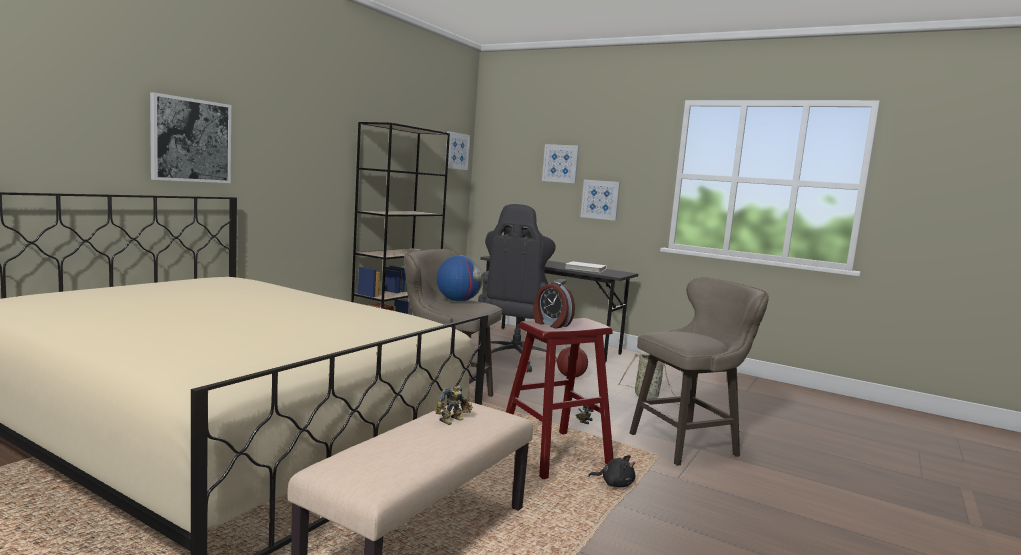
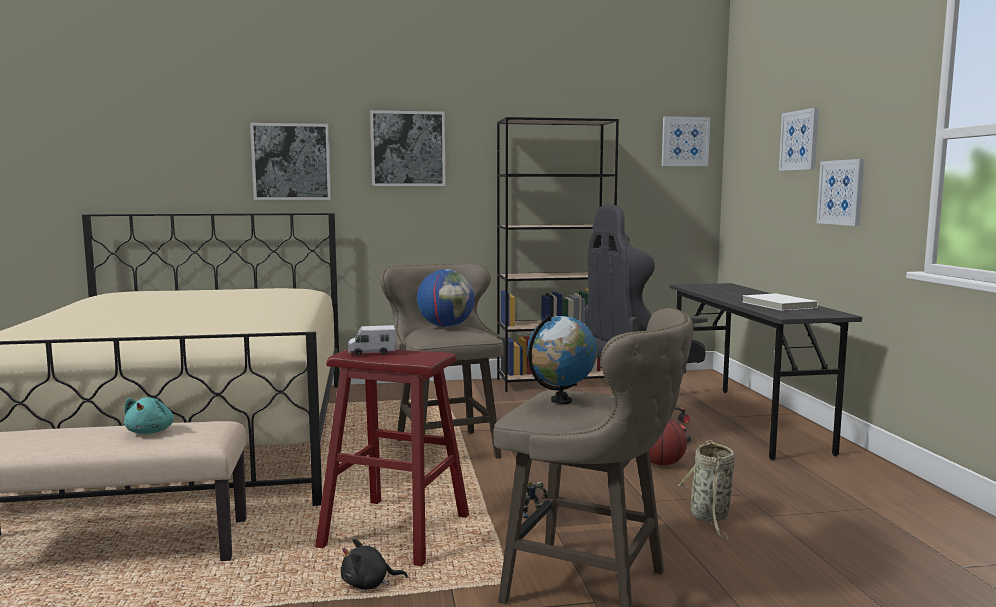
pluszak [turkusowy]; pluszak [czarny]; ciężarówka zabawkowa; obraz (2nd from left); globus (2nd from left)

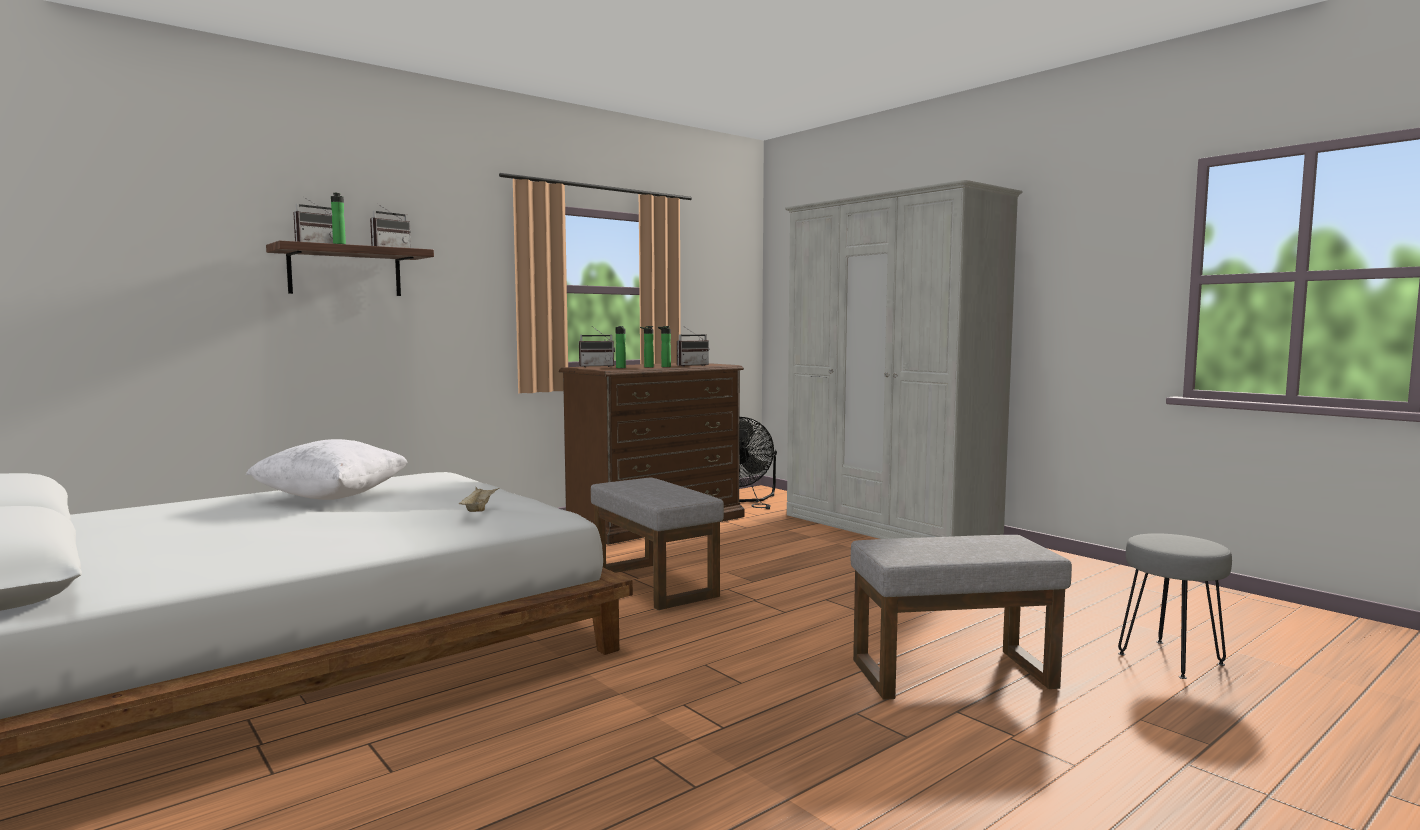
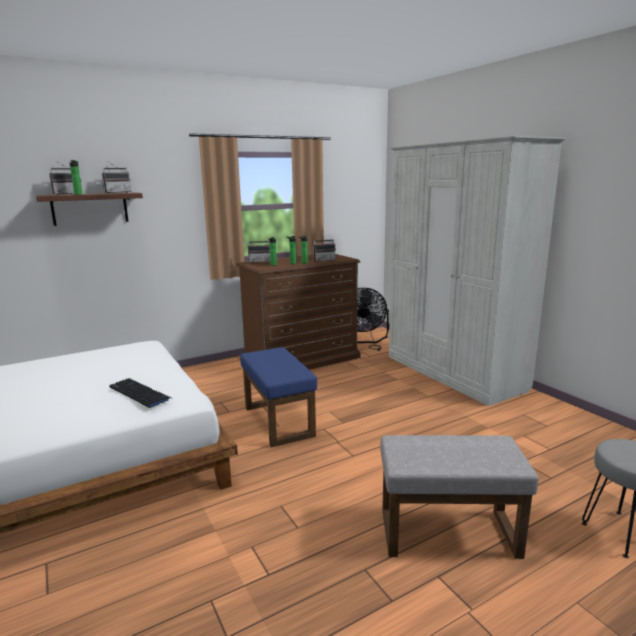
klawiatura; pufa [niebieski]; poduszka [biały]

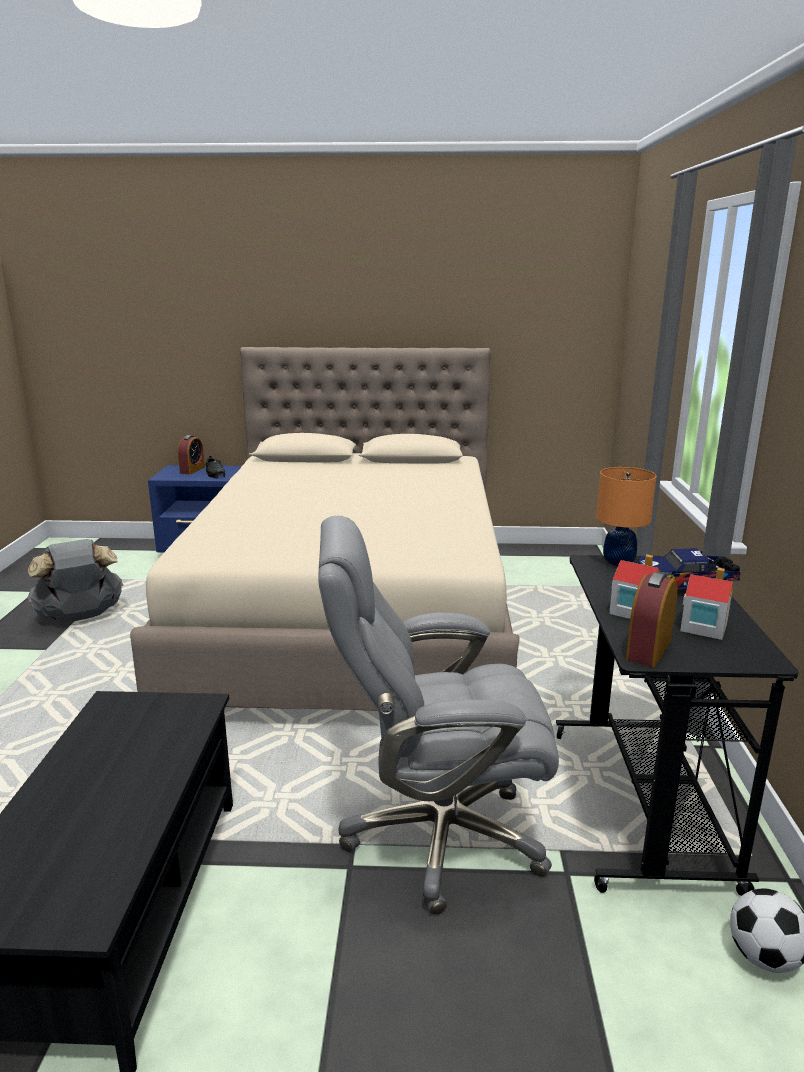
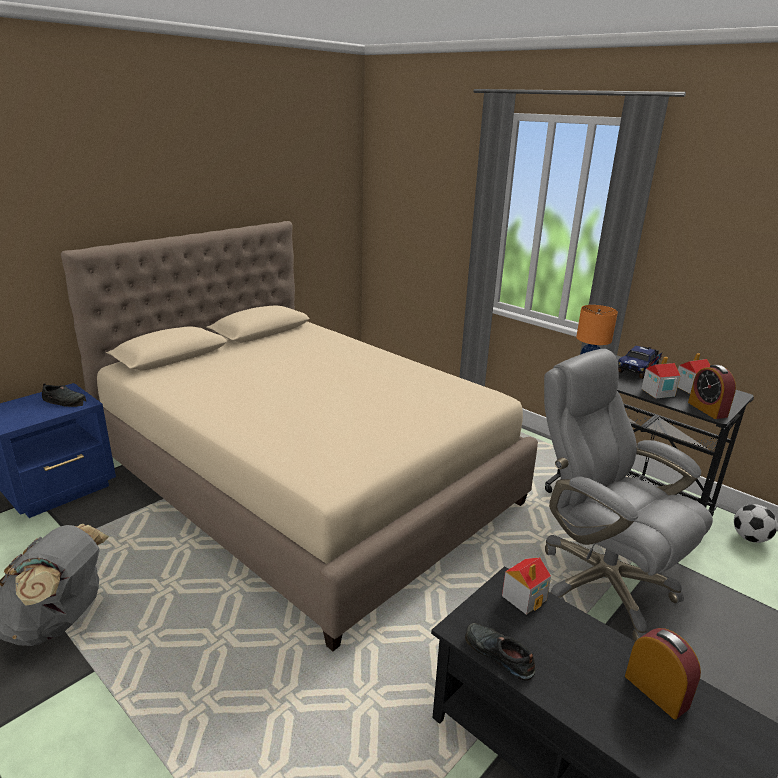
but [czarny] (2nd from left); domek (1st from left); krzesło biurowe [szary]; budzik (1st from left)

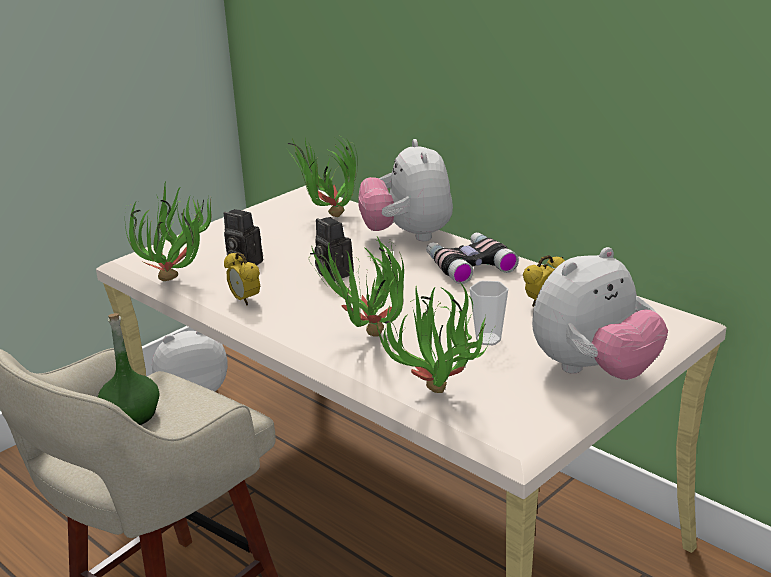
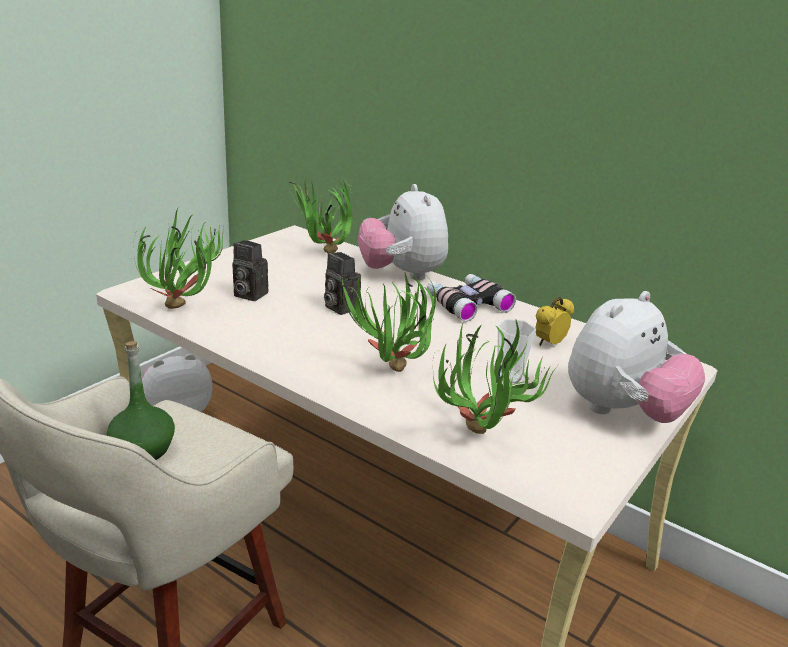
budzik (1st from left in the first image)

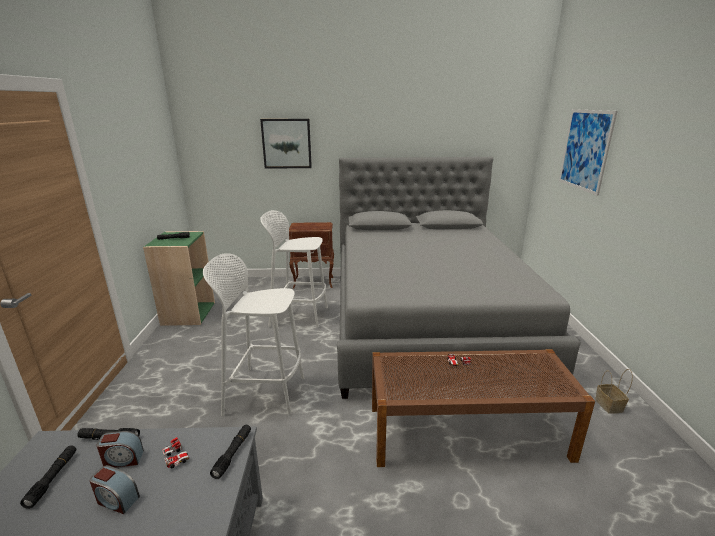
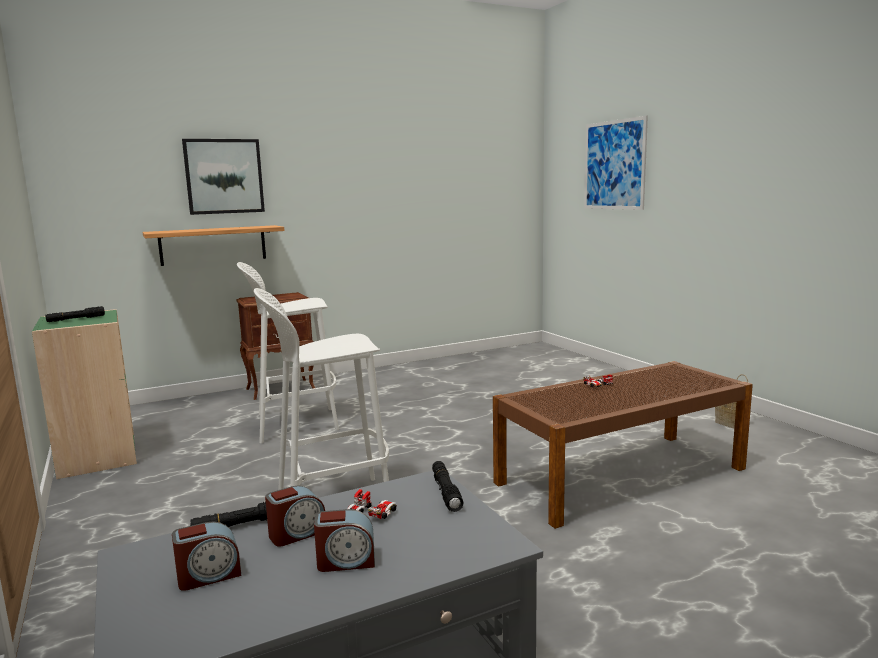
półka; budzik (1st from left); łóżko [szary]

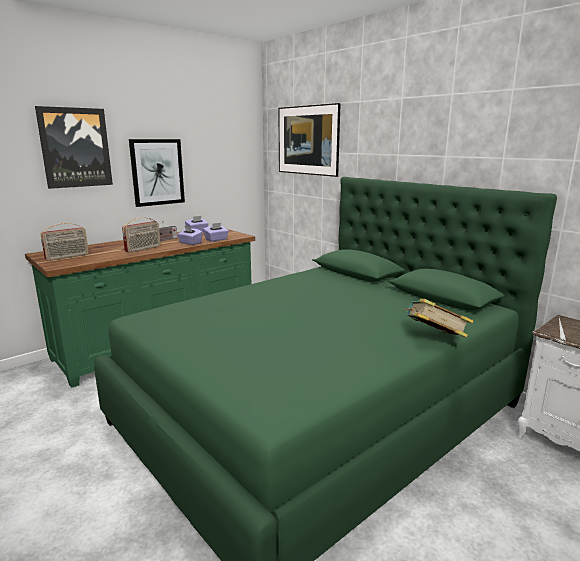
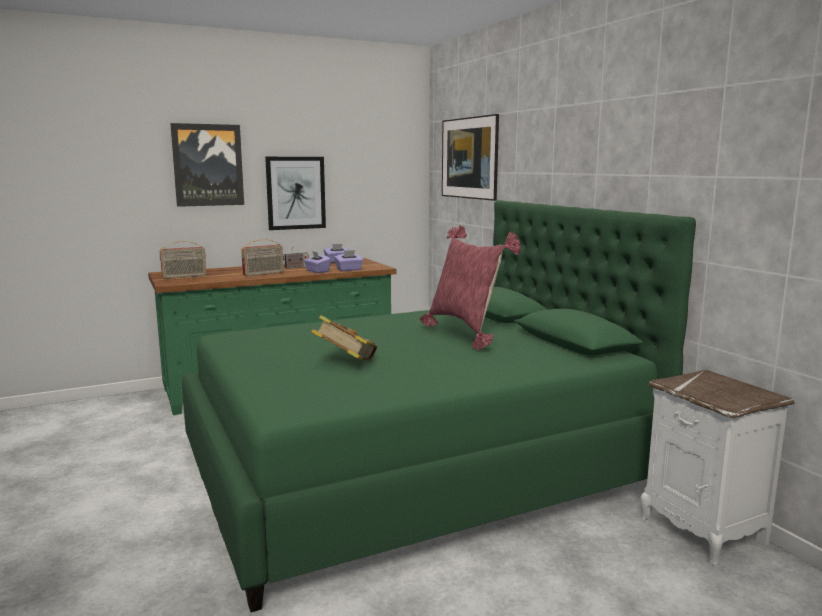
książka; poduszka [czerwony]

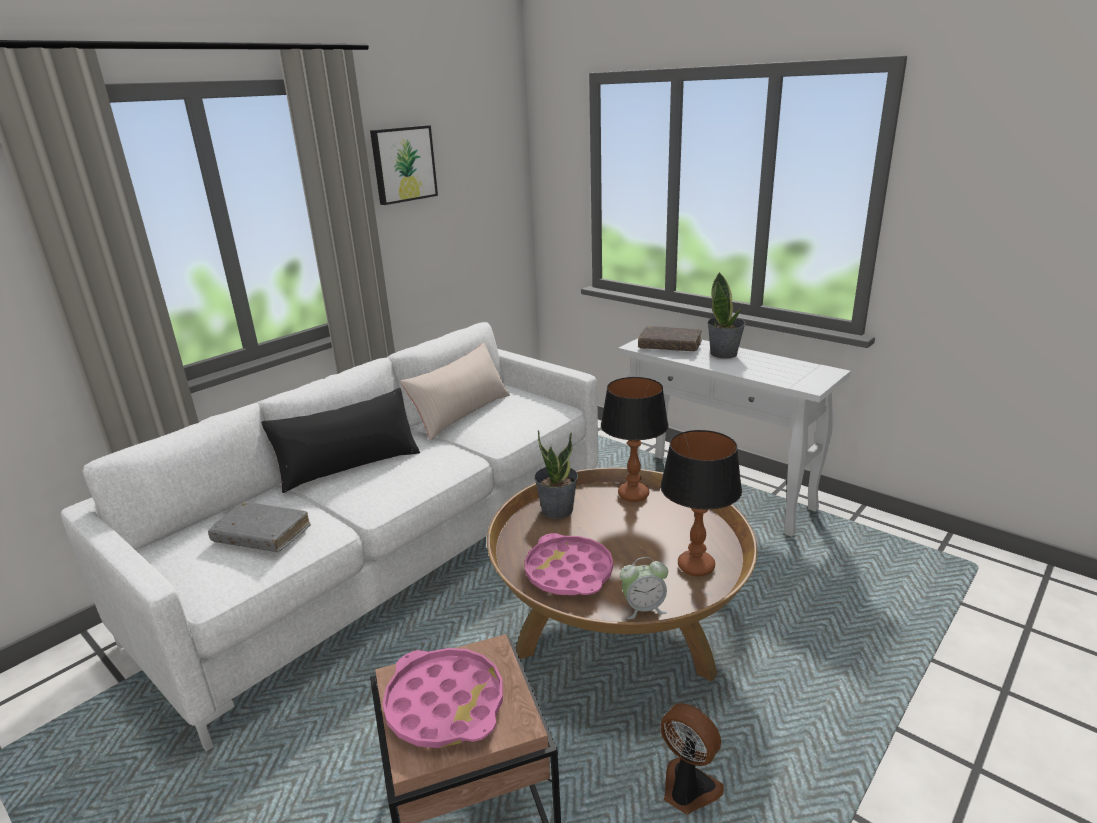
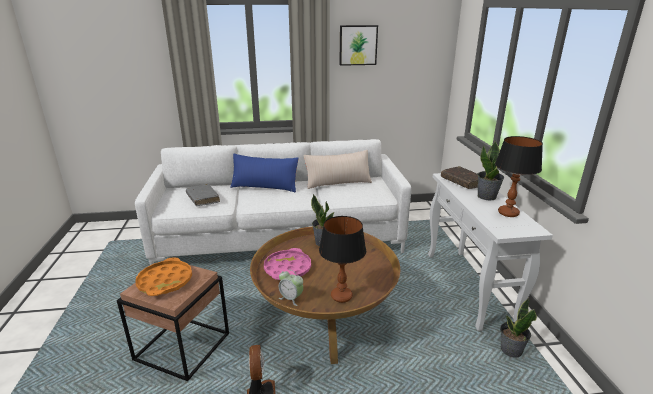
taca [pomarańczowy]; poduszka [niebieski]; lampa stołowa (2nd from left); roślina doniczkowa (3rd from left)

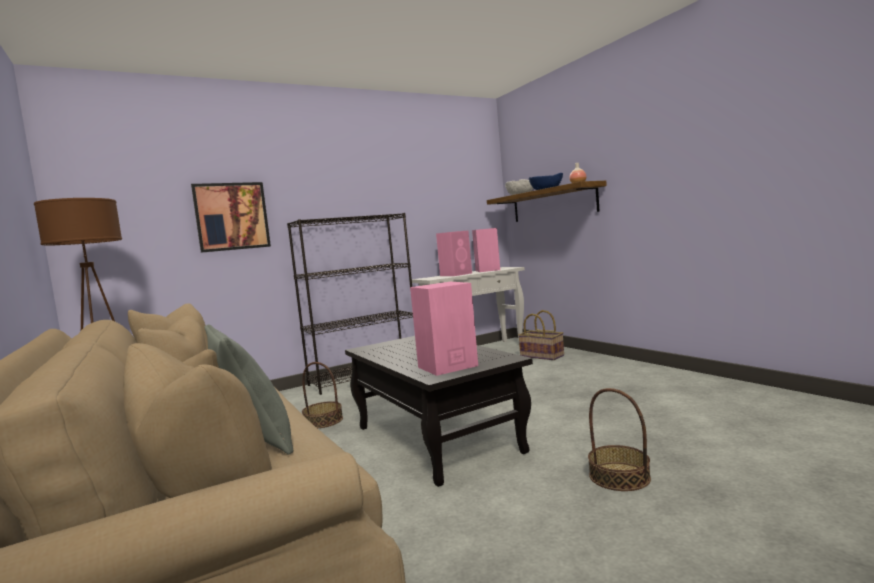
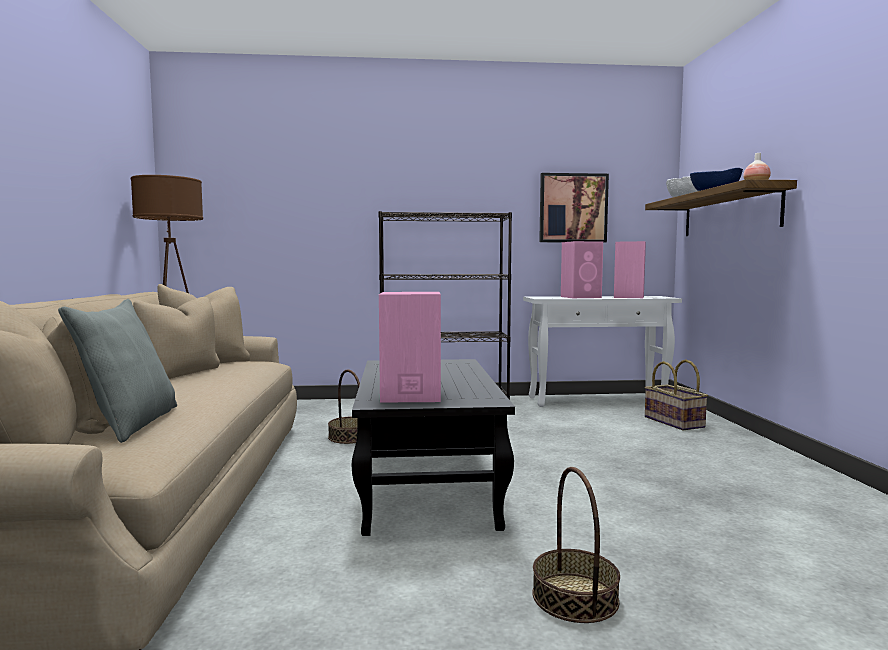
obraz

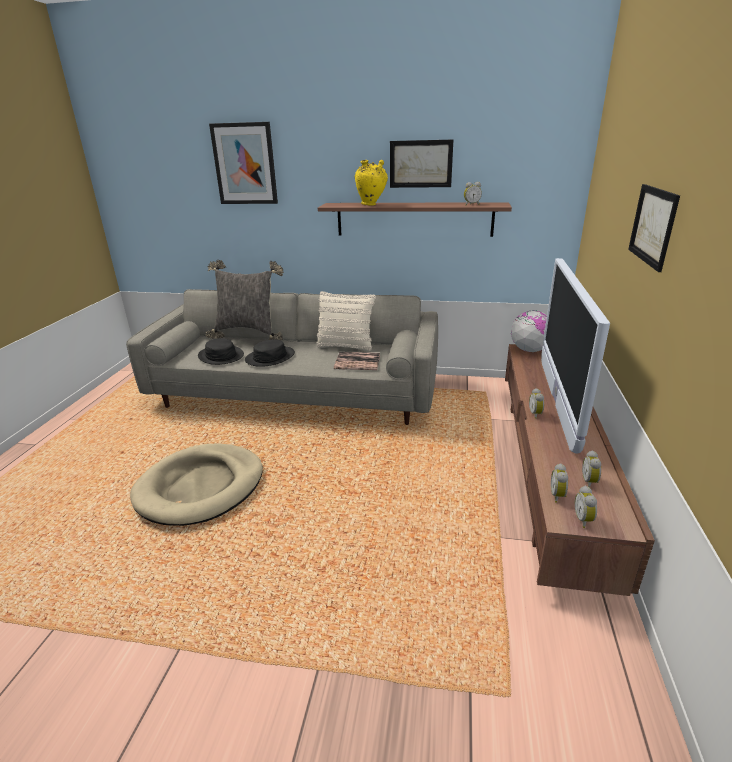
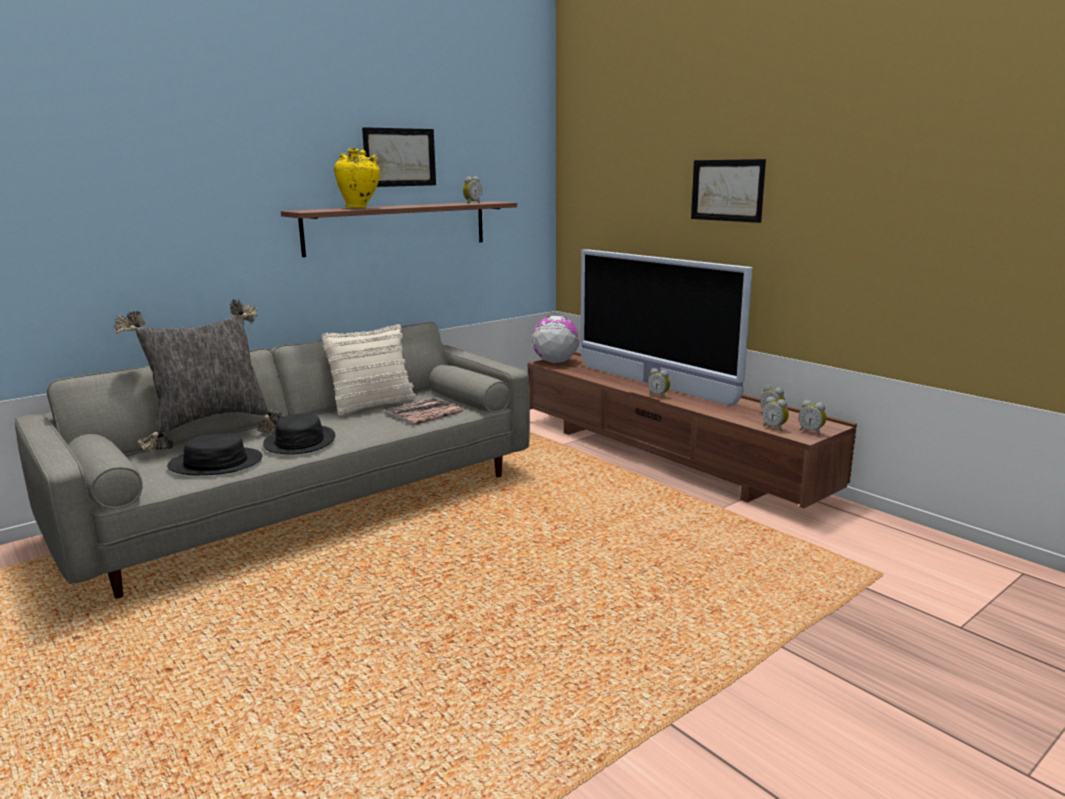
legowisko [beżowy]; obraz (1st from left in the first image)

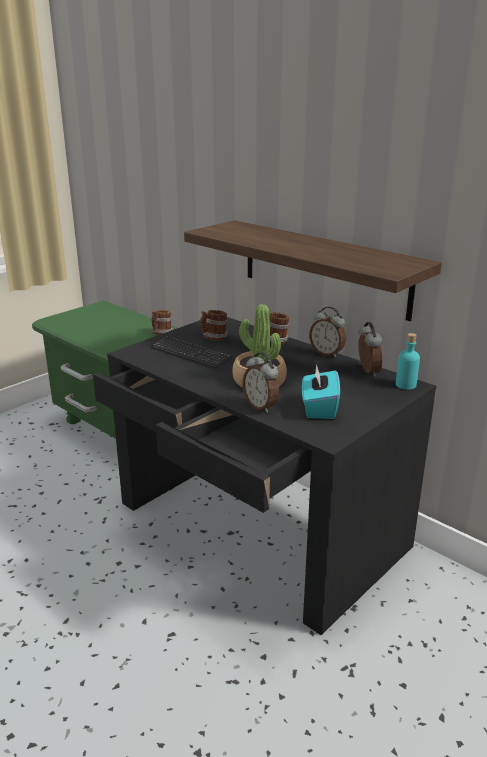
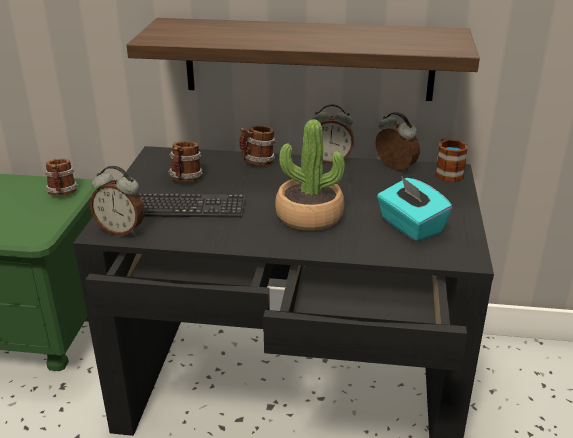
budzik (1st from left); kubek (4th from left)

